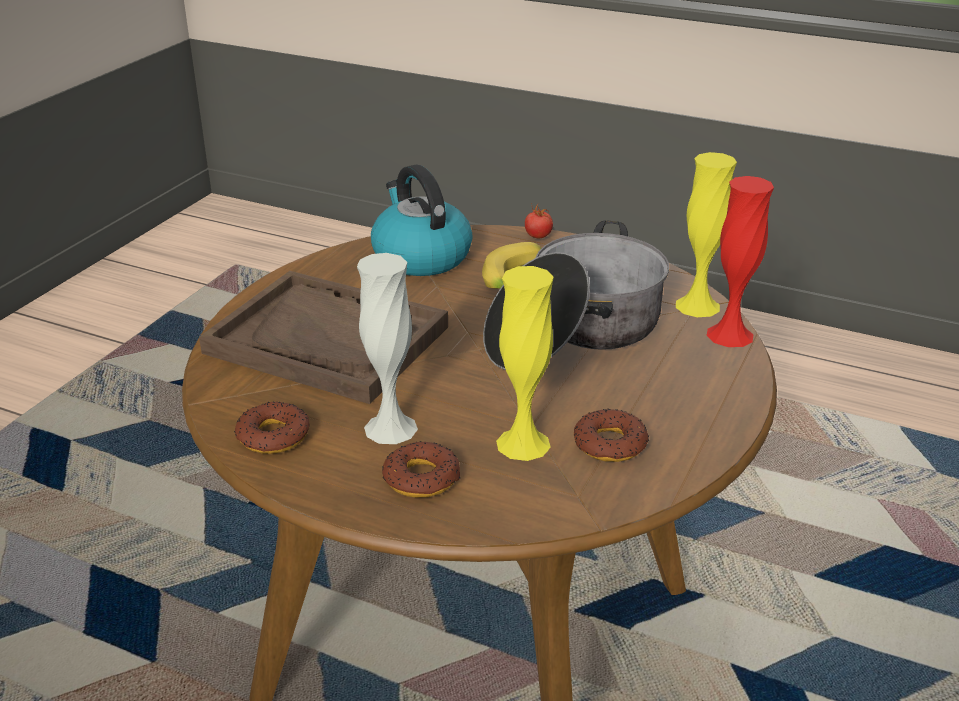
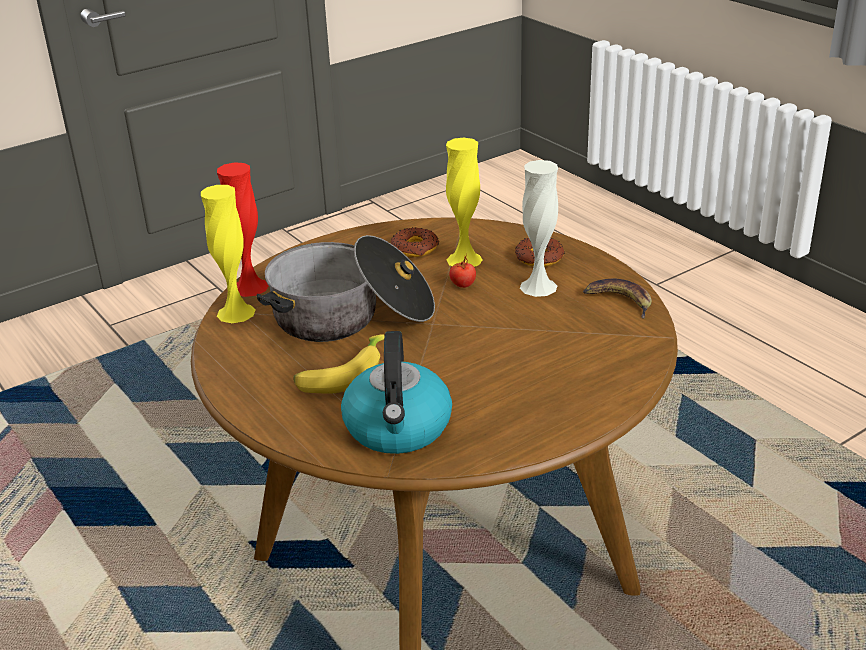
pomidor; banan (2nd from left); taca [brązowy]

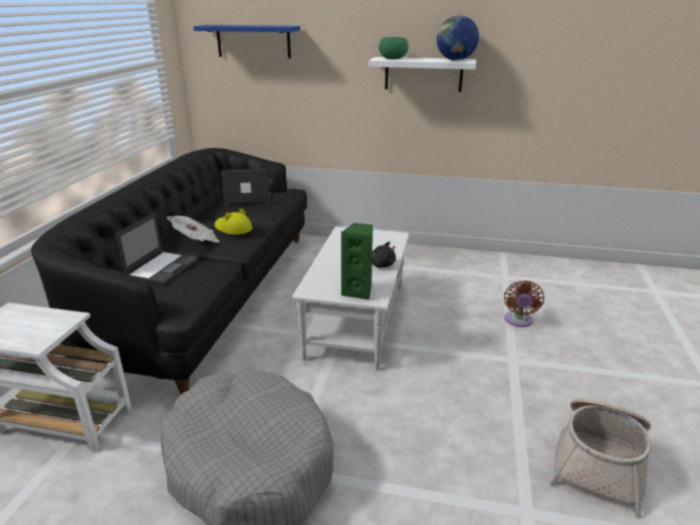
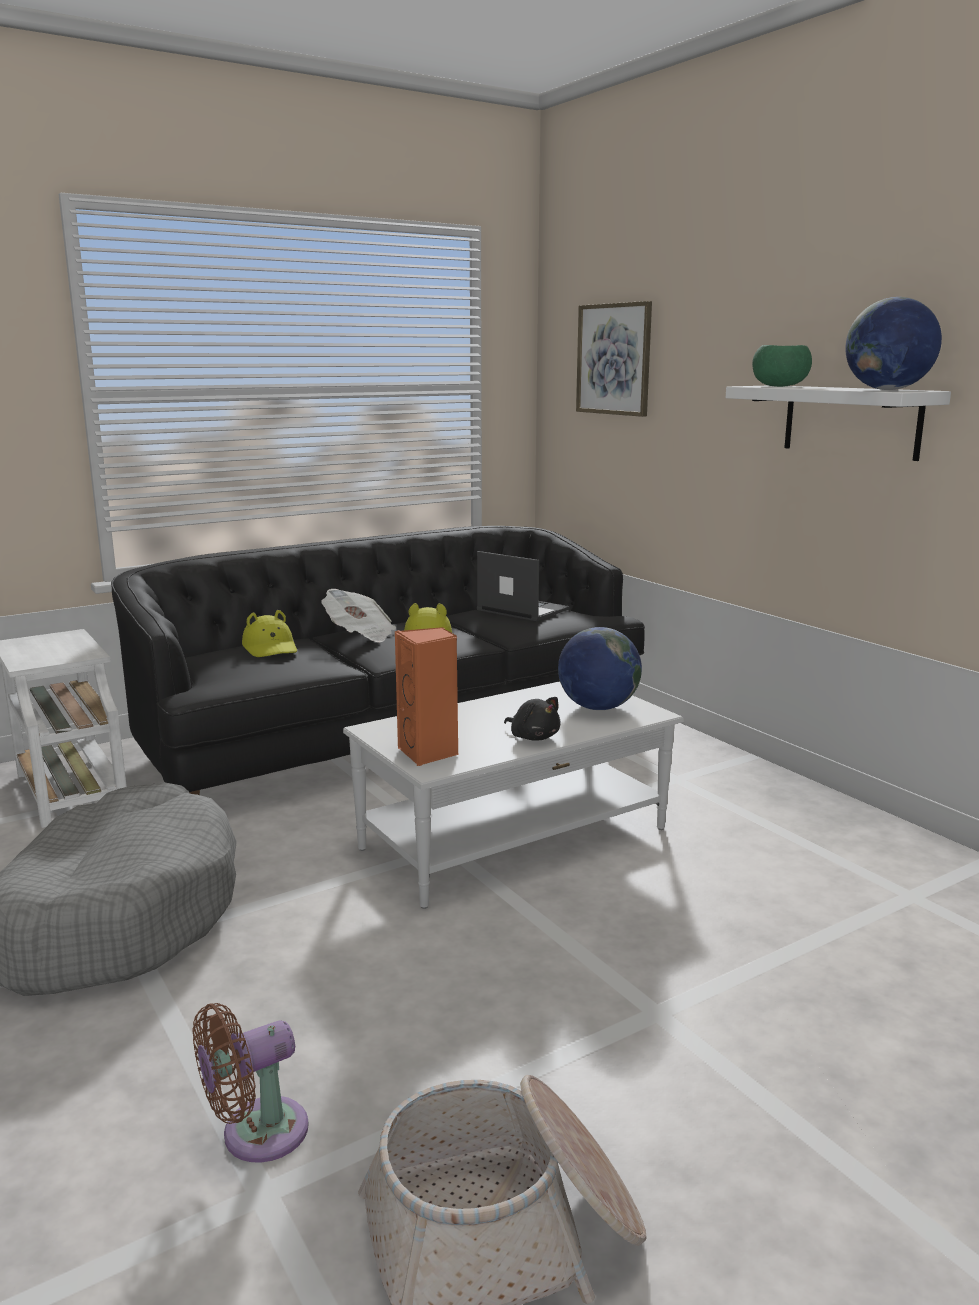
wentylator [brązowy]; kapelusz [żółty] (1st from left); głośnik [pomarańczowy]; globus (1st from left); obraz

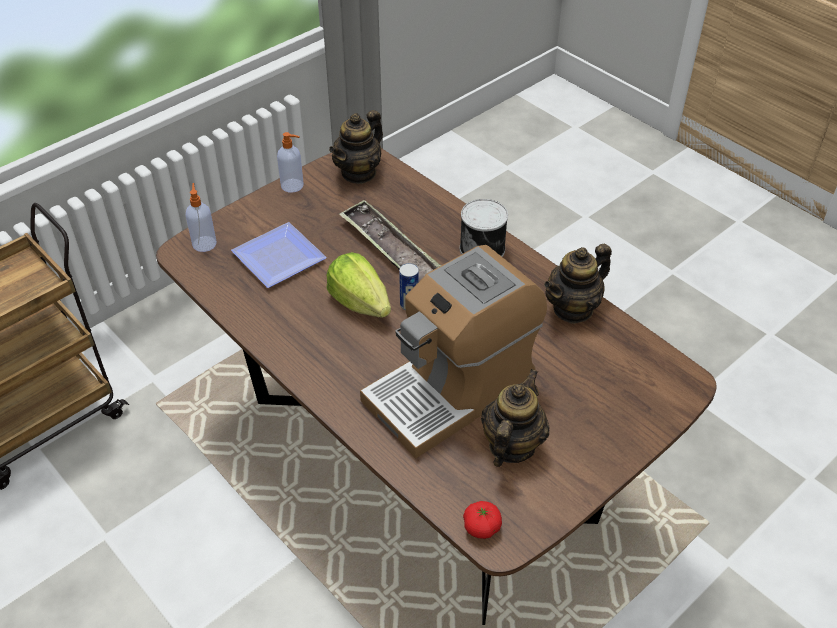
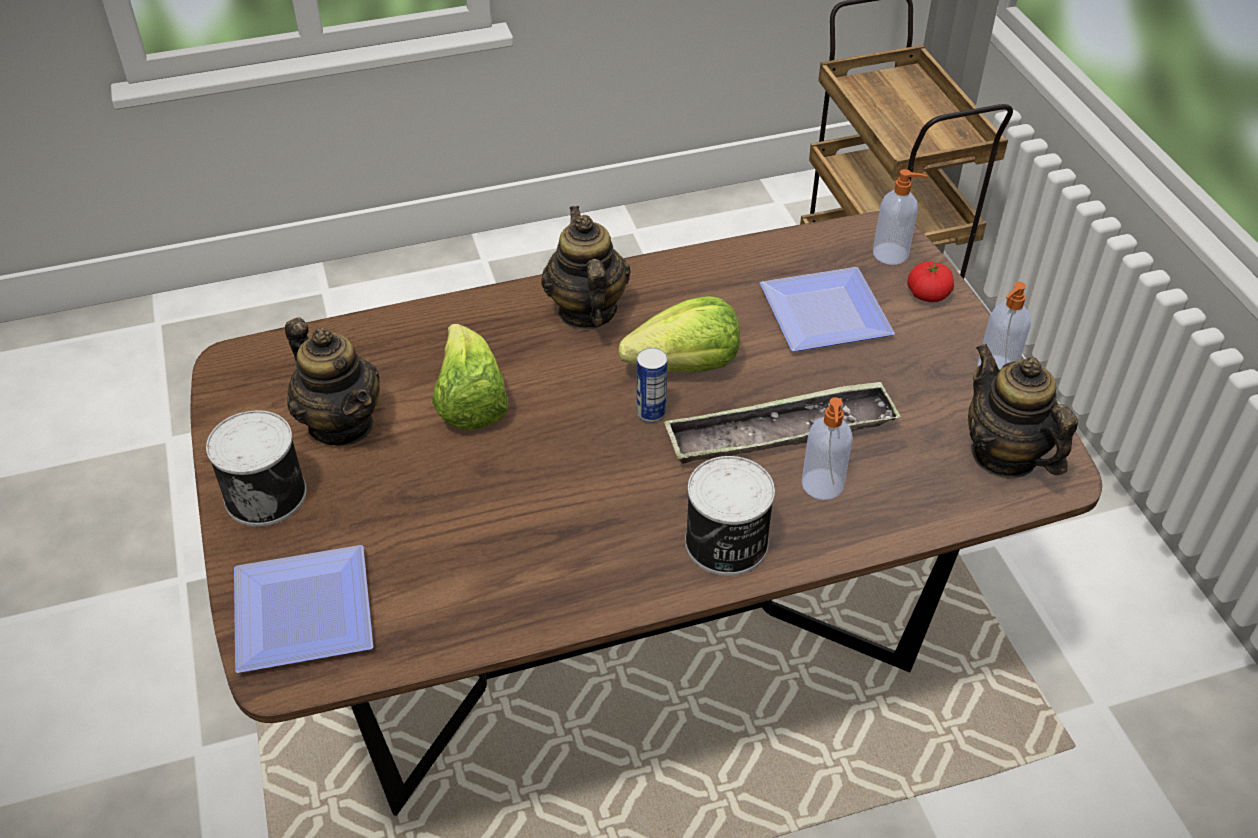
puszka (1st from left); talerz (1st from left); sałata (1st from left); imbryk (2nd from left); dozownik mydła (1st from left); pomidor

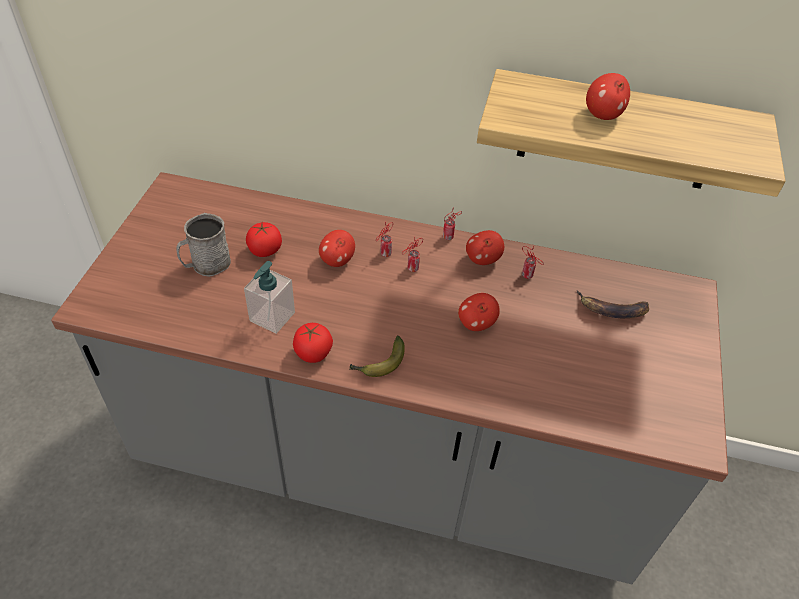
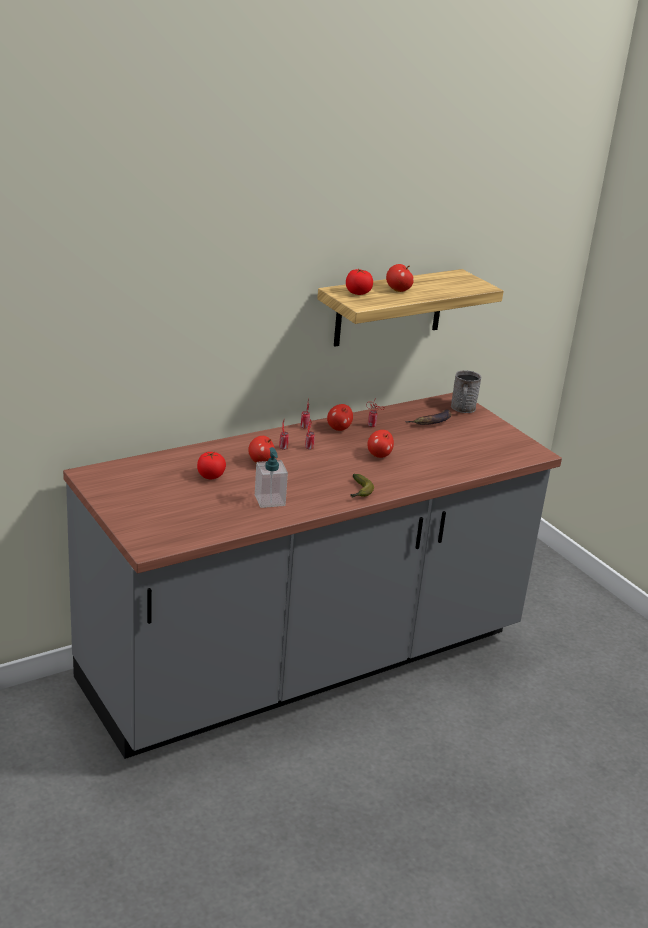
pomidor (2nd from left); kubek [szary]

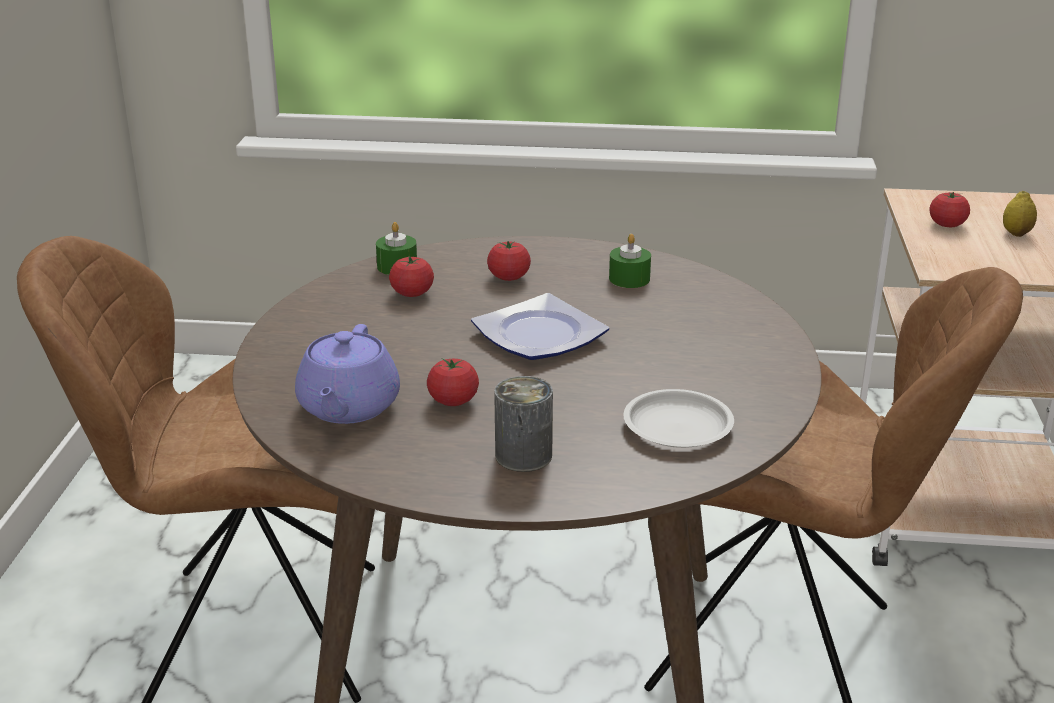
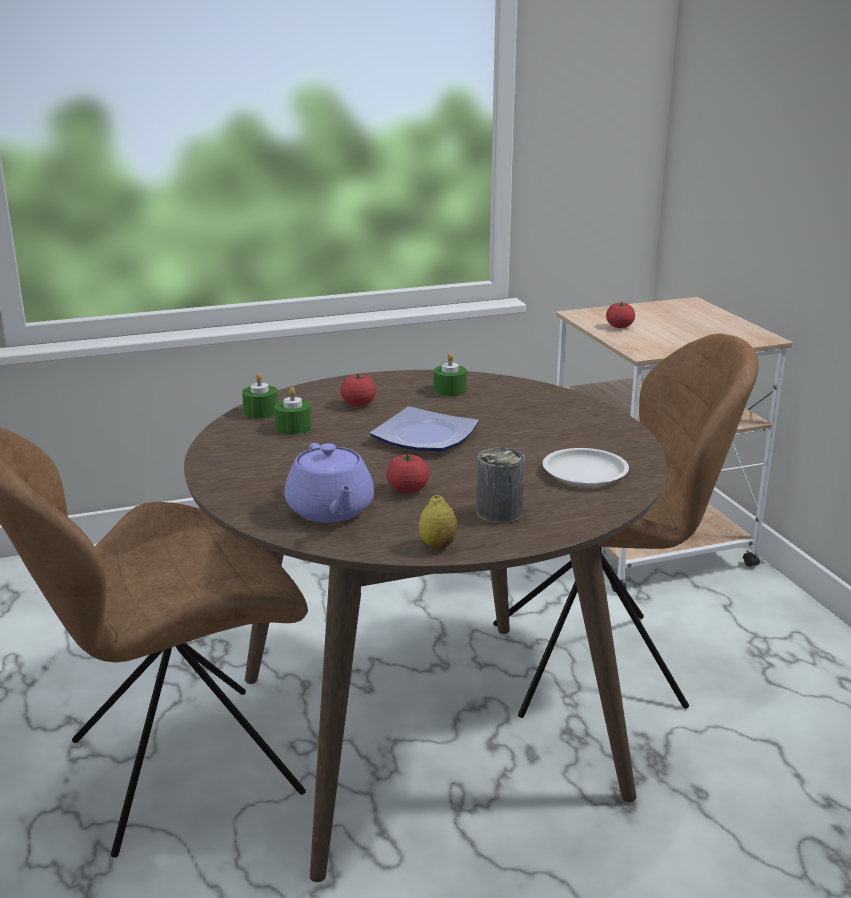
świeca [zielony] (2nd from left); cytryna

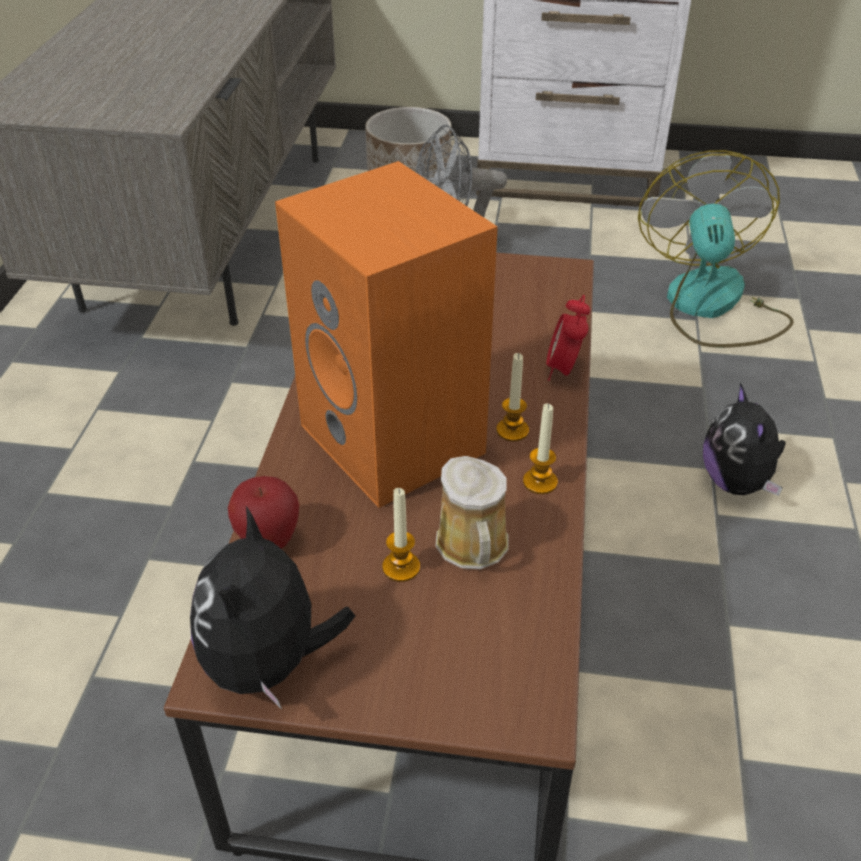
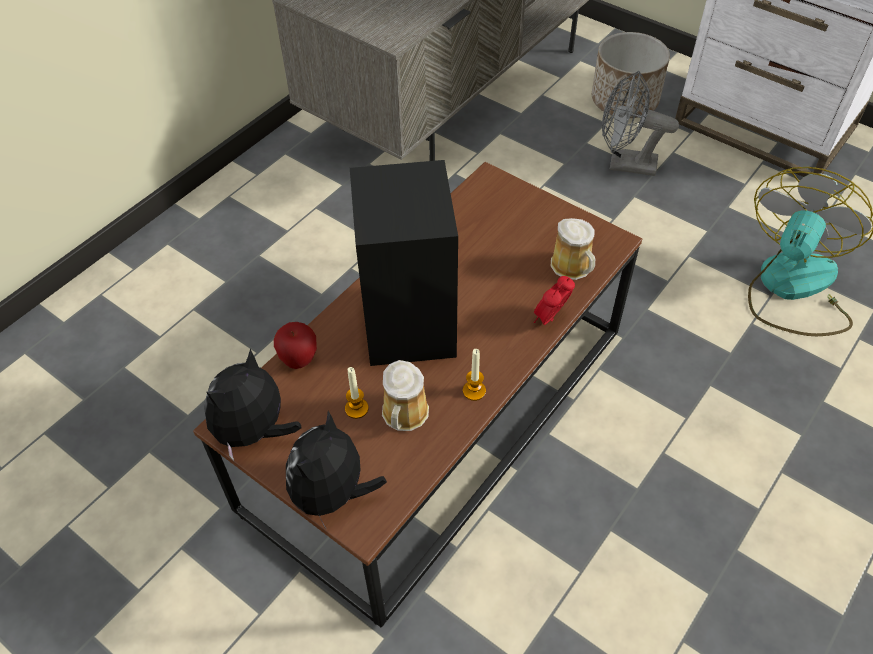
pluszak (2nd from left); głośnik [czarny]; kubek (2nd from left); świeca (2nd from left in the first image)

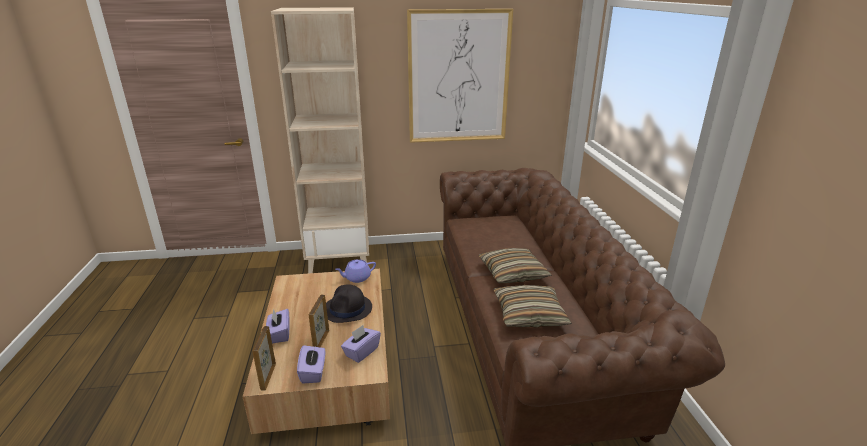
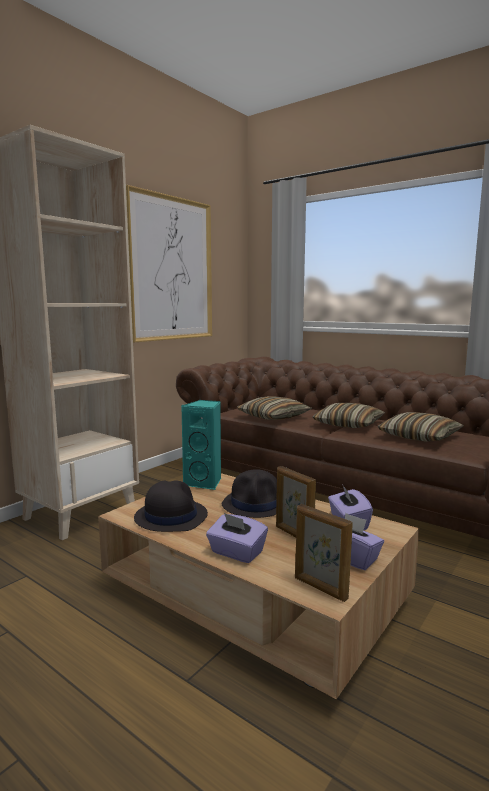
kapelusz [czarny] (1st from left); głośnik [turkusowy]; poduszka (1st from left)

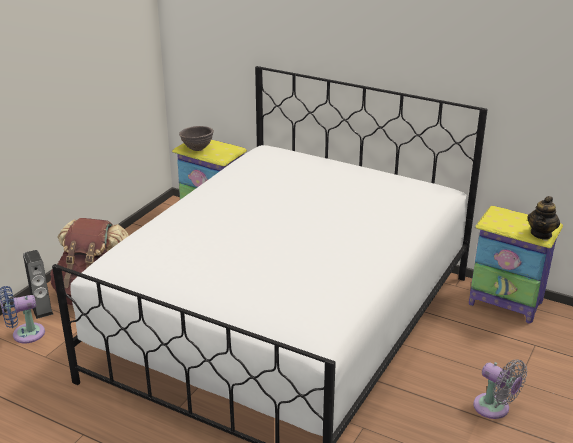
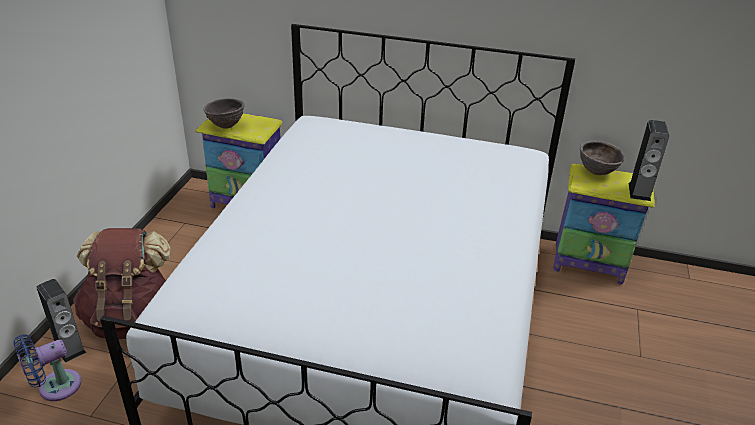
miska [brązowy] (2nd from left); głośnik (2nd from left); wentylator [szary]

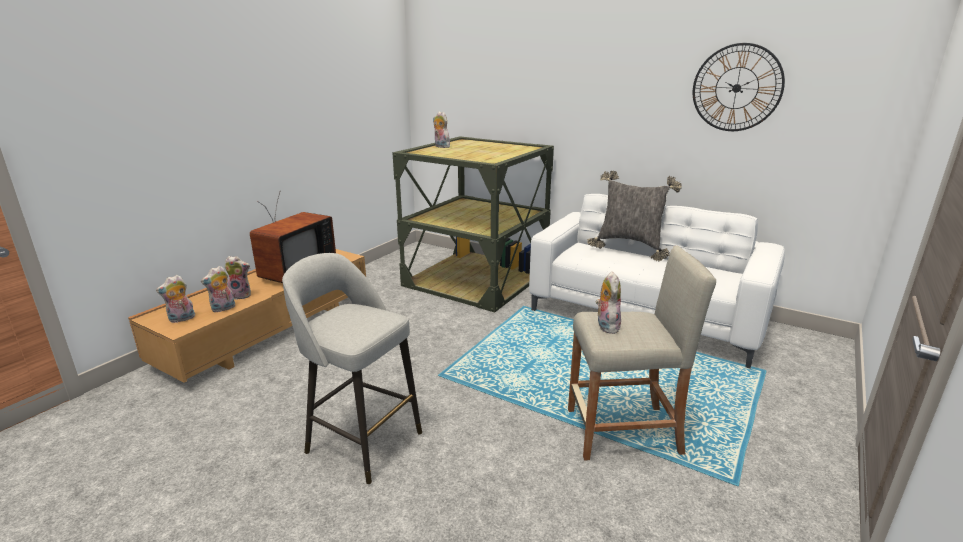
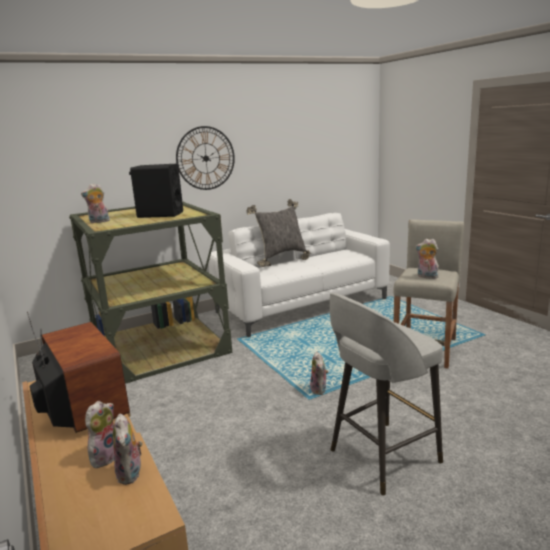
głośnik [czarny]; zegar ścienny; pluszak (4th from left)

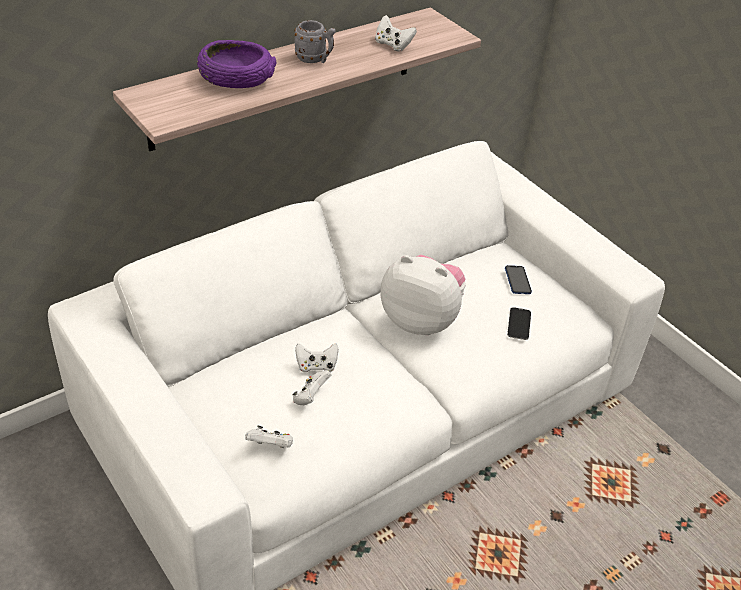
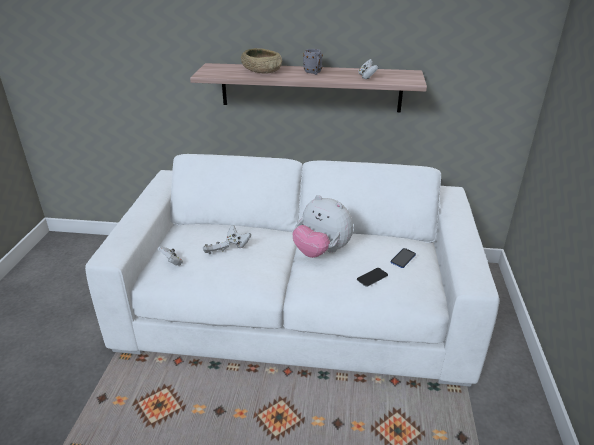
miska [beżowy]; pluszak

